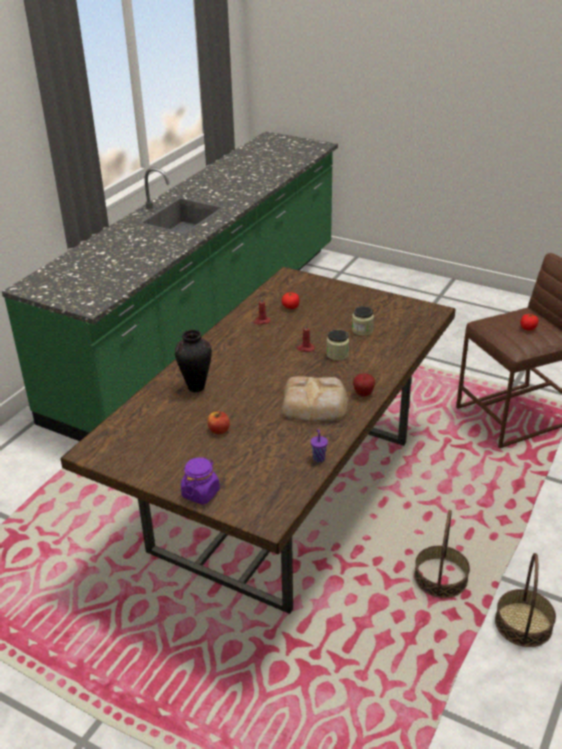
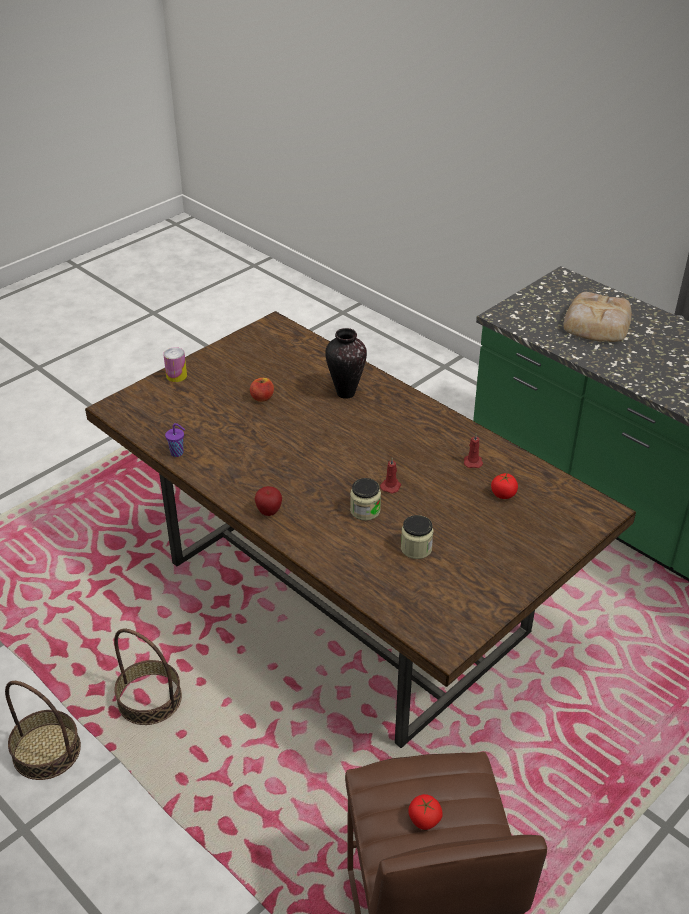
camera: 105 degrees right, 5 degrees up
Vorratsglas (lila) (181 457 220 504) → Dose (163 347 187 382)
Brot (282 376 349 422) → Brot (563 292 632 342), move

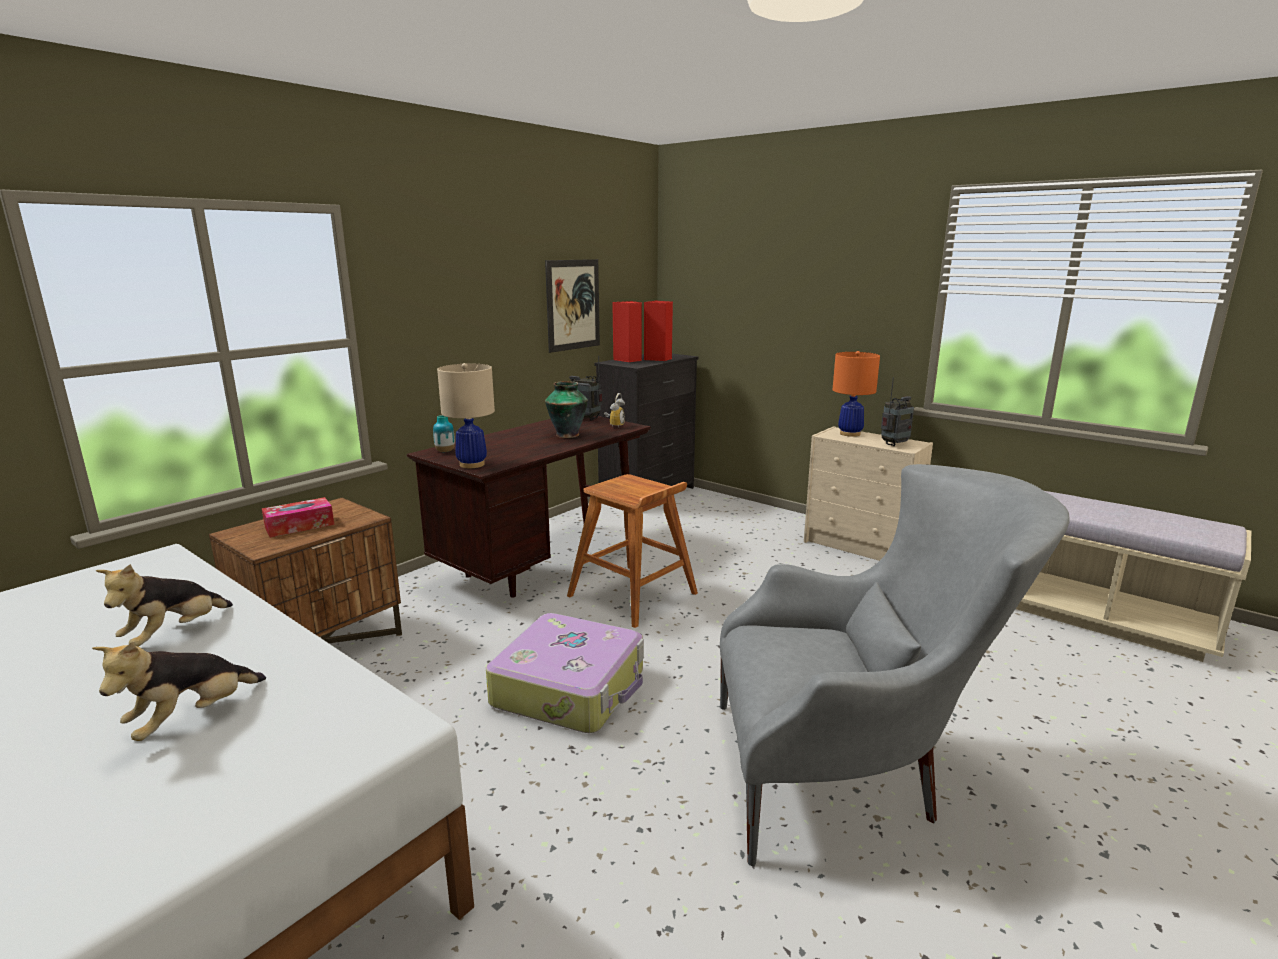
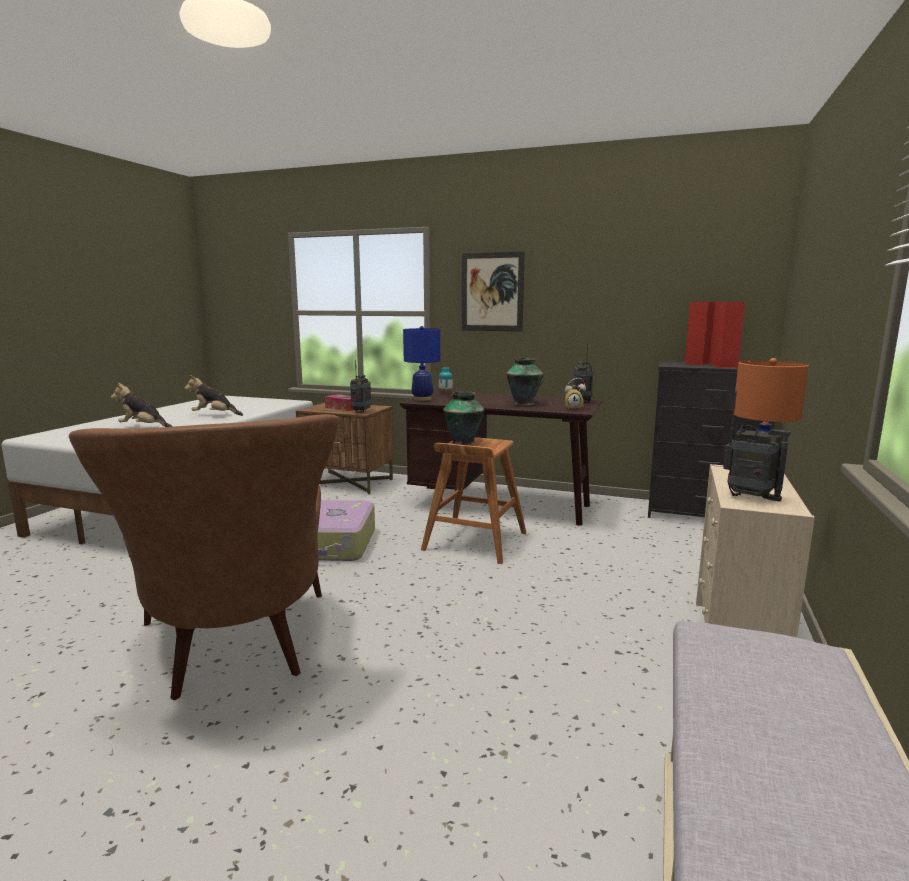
camera: 70 degrees right, 5 degrees down
Sessel (grau) (720 464 1070 866) → Sessel (braun) (69 414 339 700)
- → Radio (350 360 371 413)
Tischlampe (beige) (437 363 495 468) → Tischlampe (blau) (403 326 440 401)
- → Vase (443 391 484 445)
Bild (545 259 600 353) → Bild (462 251 525 332), move

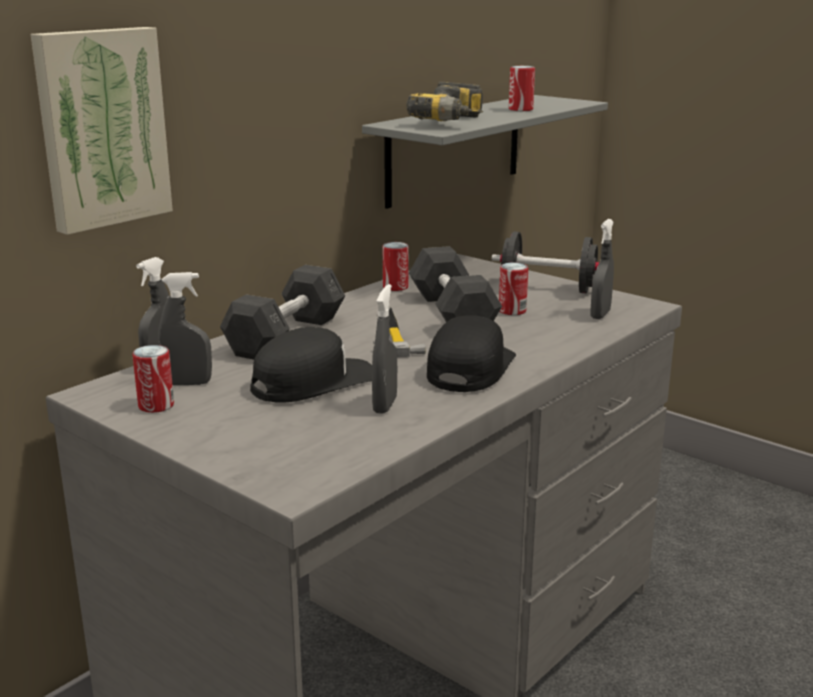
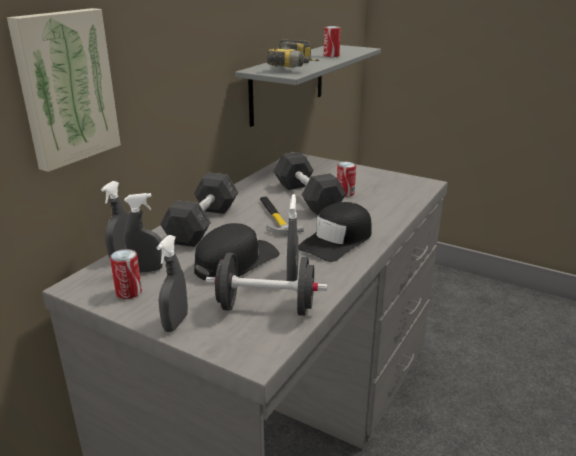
camera: 10 degrees left, 5 degrees up
Sprühflasche (grau) (591 219 614 319) → Sprühflasche (grau) (157 235 188 332), move
Hantel (schwarz) (492 231 600 293) → Hantel (schwarz) (206 253 327 316), move
Kappe (schwarz) (427 315 516 392) → Kappe (schwarz) (298 202 372 262), 150 degrees counterclockwise
Dose (383 242 409 291) → -

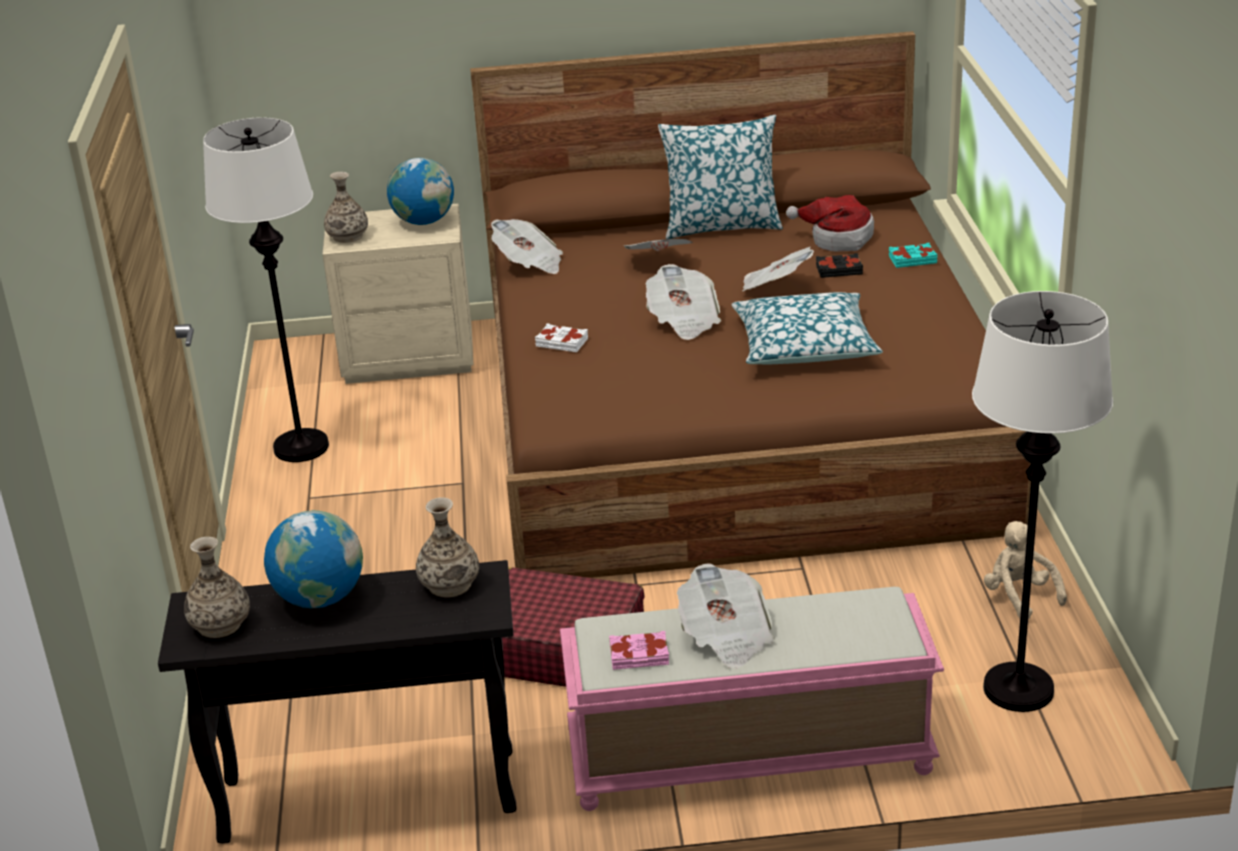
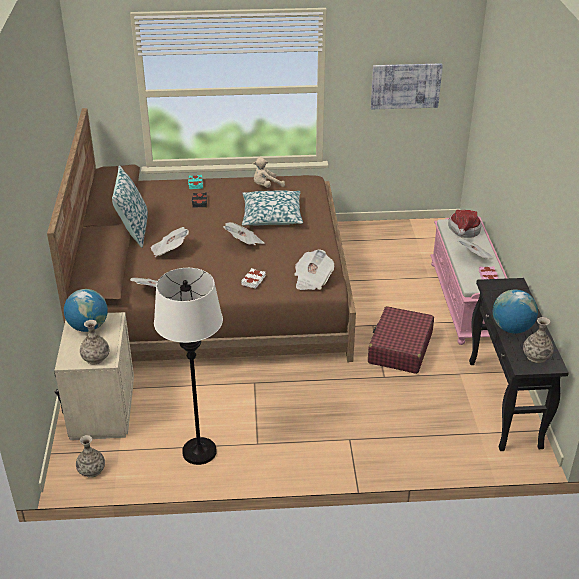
camera: 90 degrees left, 5 degrees up
Vase (416 497 479 598) → Vase (76 435 105 478), move
Plüschtier (beige) (984 521 1067 619) → Plüschtier (beige) (253 157 285 188), move
Zeitung (742 247 814 291) → Zeitung (294 249 334 290), move
- → Bild (371 63 443 109)
Hut (786 195 874 251) → Hut (448 209 481 238), move
Stehlampe (weiß) (972 291 1113 712) → -

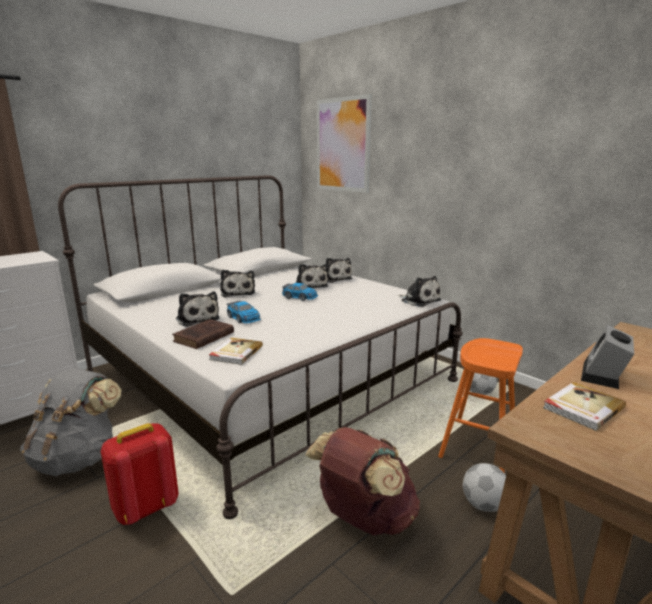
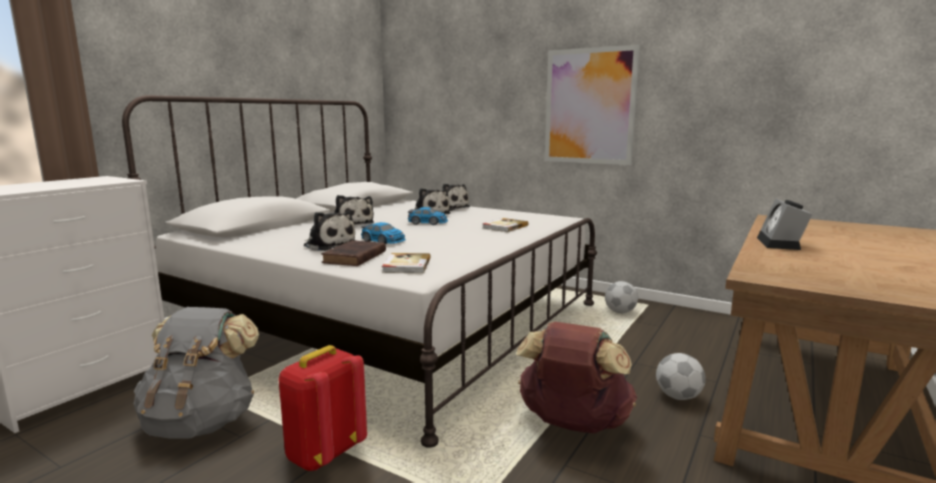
camera: 15 degrees left, 5 degrees down
Buch (543 382 626 431) → Buch (483 218 528 232), move
Bild (317 94 372 193) → Bild (545 45 640 165), move
Plüschtier (397 276 441 307) → -
Hocker (orange) (438 338 523 473) → -

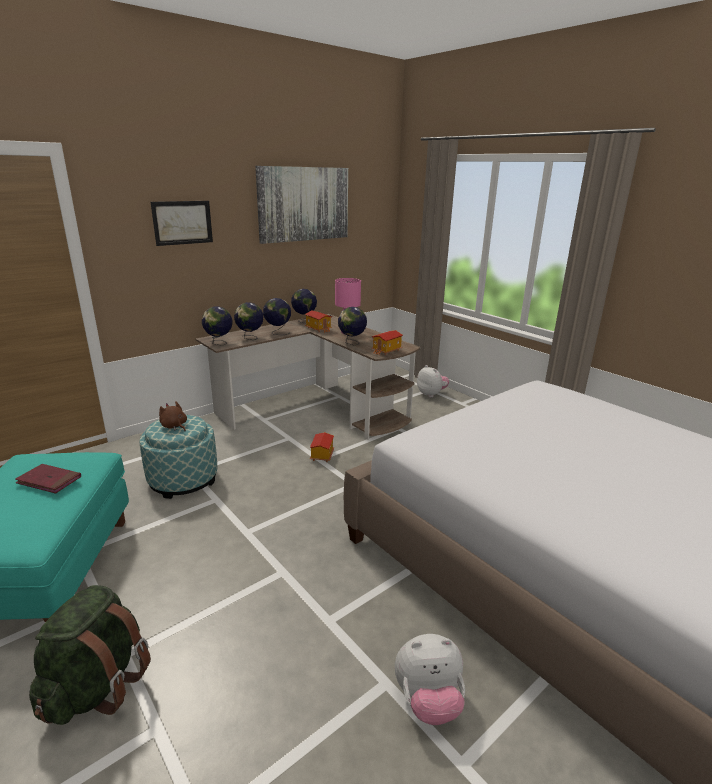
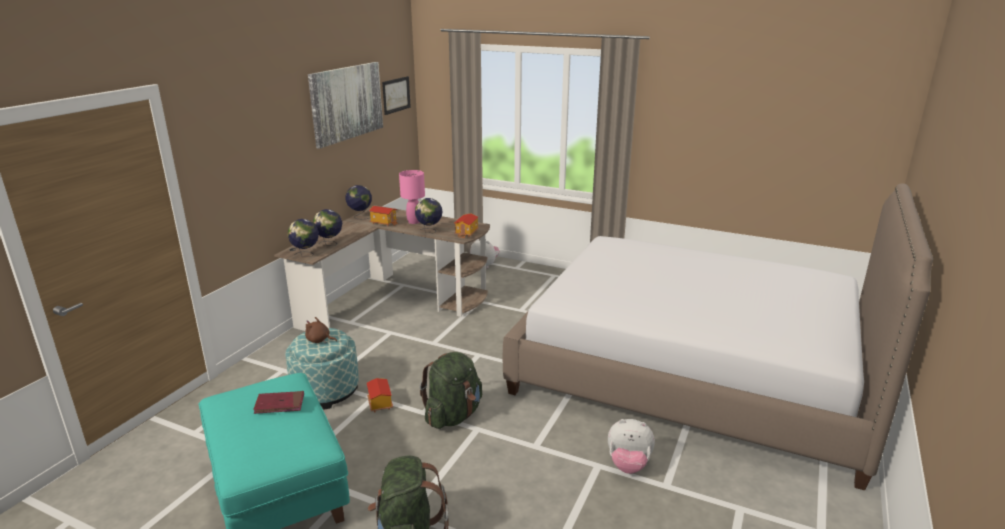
camera: 25 degrees left, 0 degrees up
Spielzeughaus (310 432 334 462) → Spielzeughaus (367 378 393 412), move
Bild (151 201 213 246) → Bild (382 76 411 115), move
- → Rucksack (grün) (420 352 482 429)
Plüschtier (395 634 465 725) → Plüschtier (608 419 655 474), 45 degrees clockwise
Globus (263 298 291 335) → -

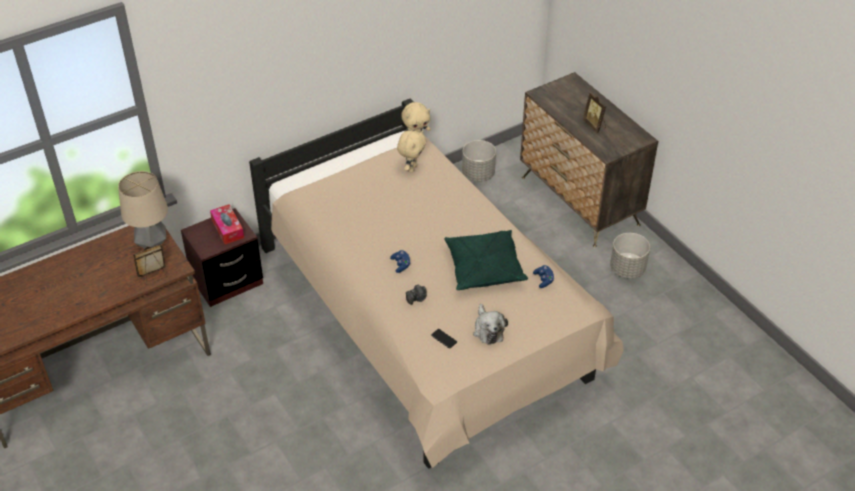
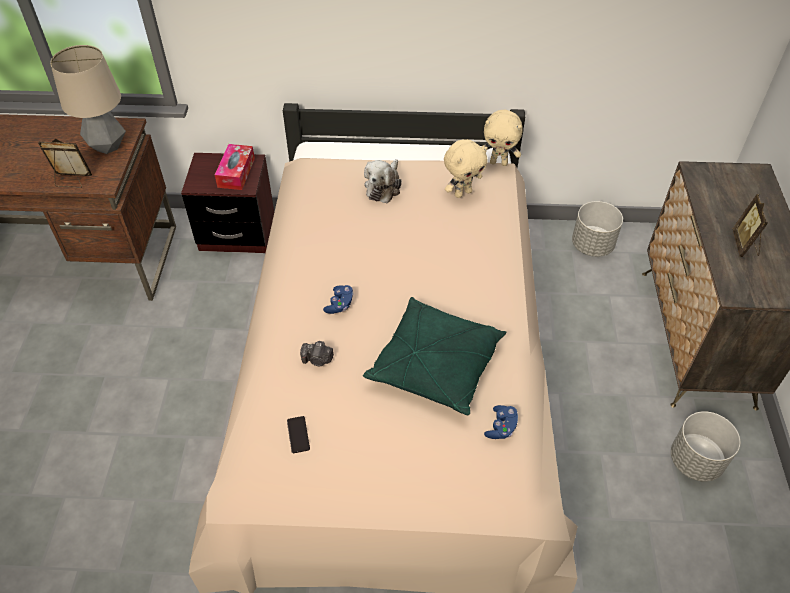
camera: 35 degrees right, 5 degrees up
Plüschtier (473 304 508 345) → Plüschtier (364 159 402 203), move

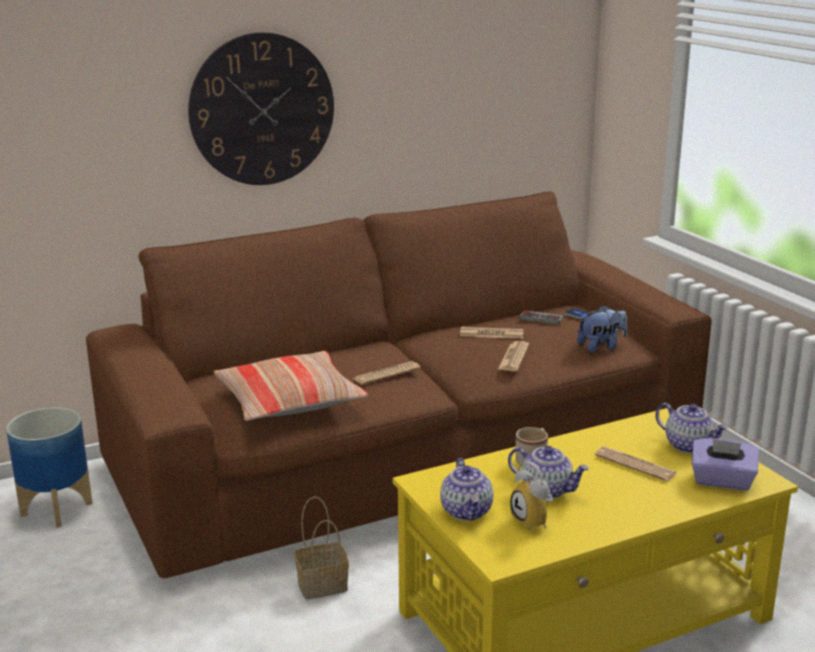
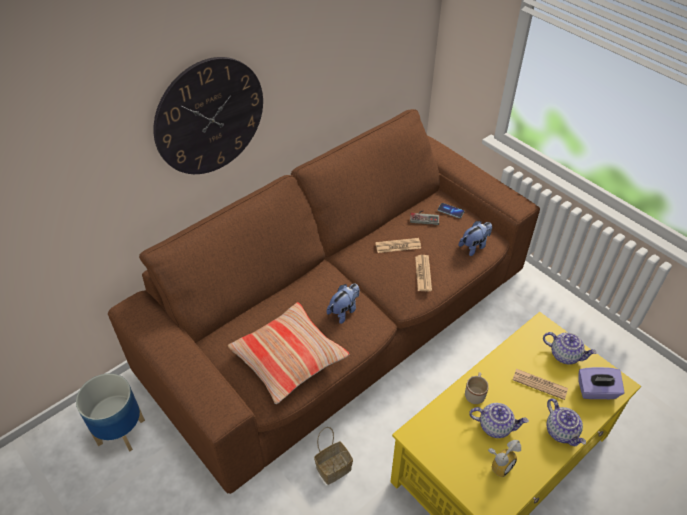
camera: 15 degrees left, 25 degrees up
Zeitung (353 361 421 385) → Plüschtier (327 283 359 324)
Wecker (510 462 553 531) → Wecker (488 440 521 477), 90 degrees counterclockwise
Teekanne (440 458 493 521) → Teekanne (546 398 586 446), move

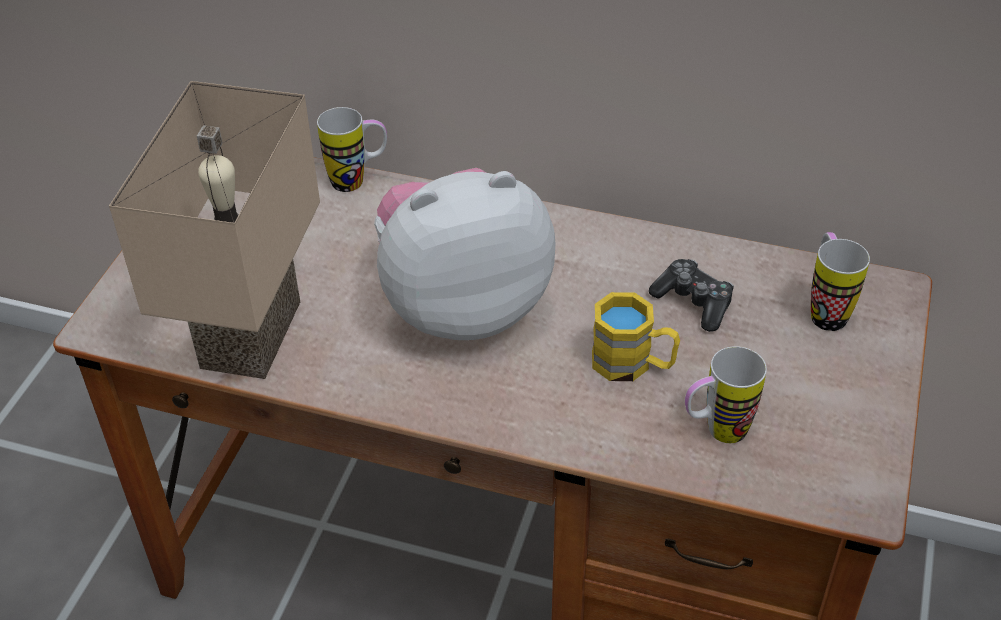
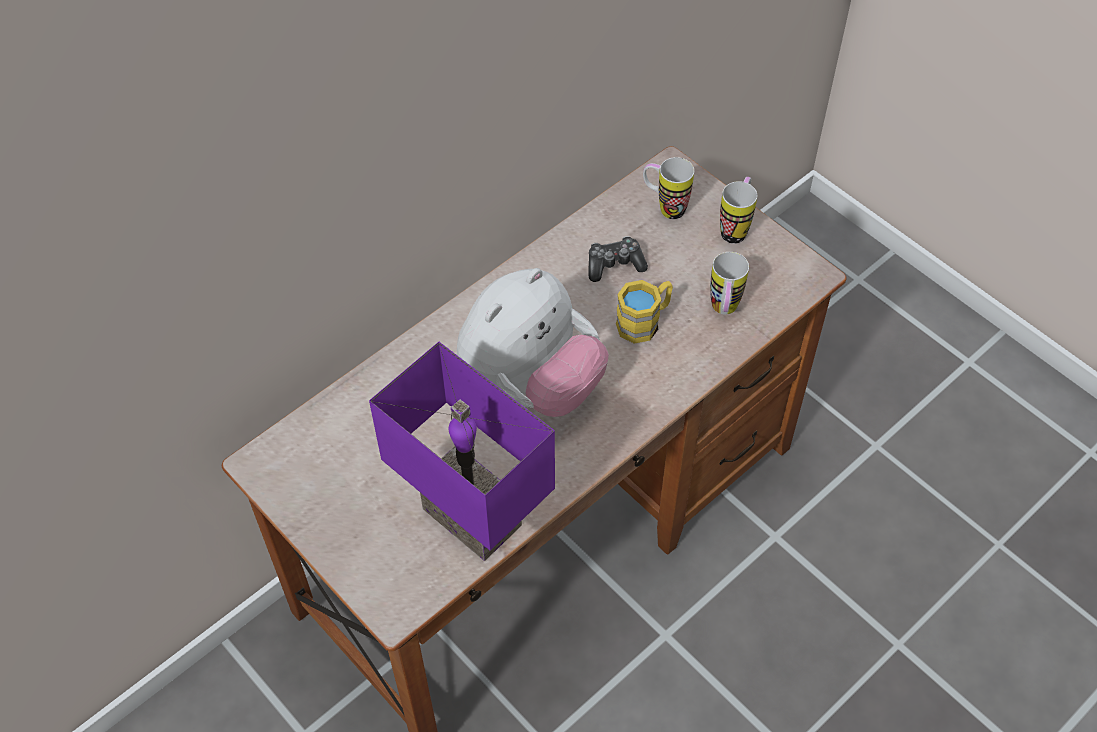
camera: 60 degrees left, 10 degrees up
Tischlampe (beige) (109 81 320 379) → Tischlampe (lila) (369 342 555 561)
Plüschtier (374 168 556 340) → Plüschtier (457 268 609 417), 150 degrees counterclockwise
Henkelbecher (317 107 387 192) → Henkelbecher (720 177 757 244), move

